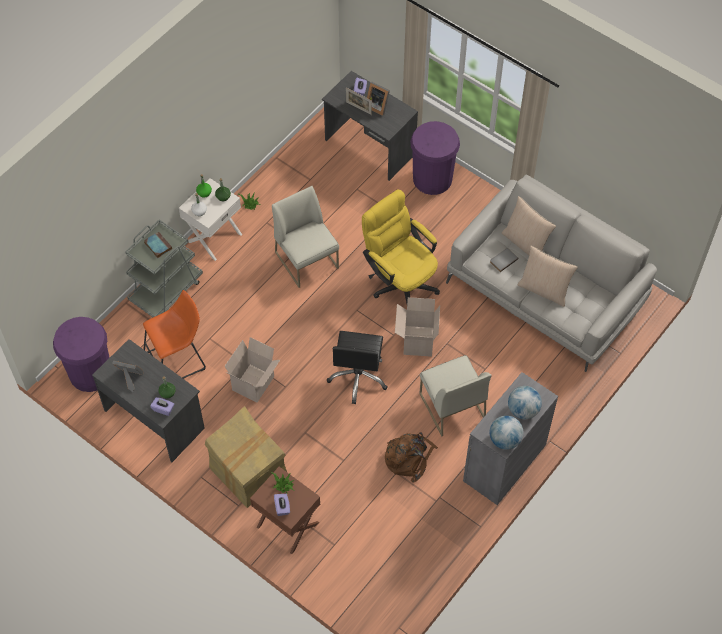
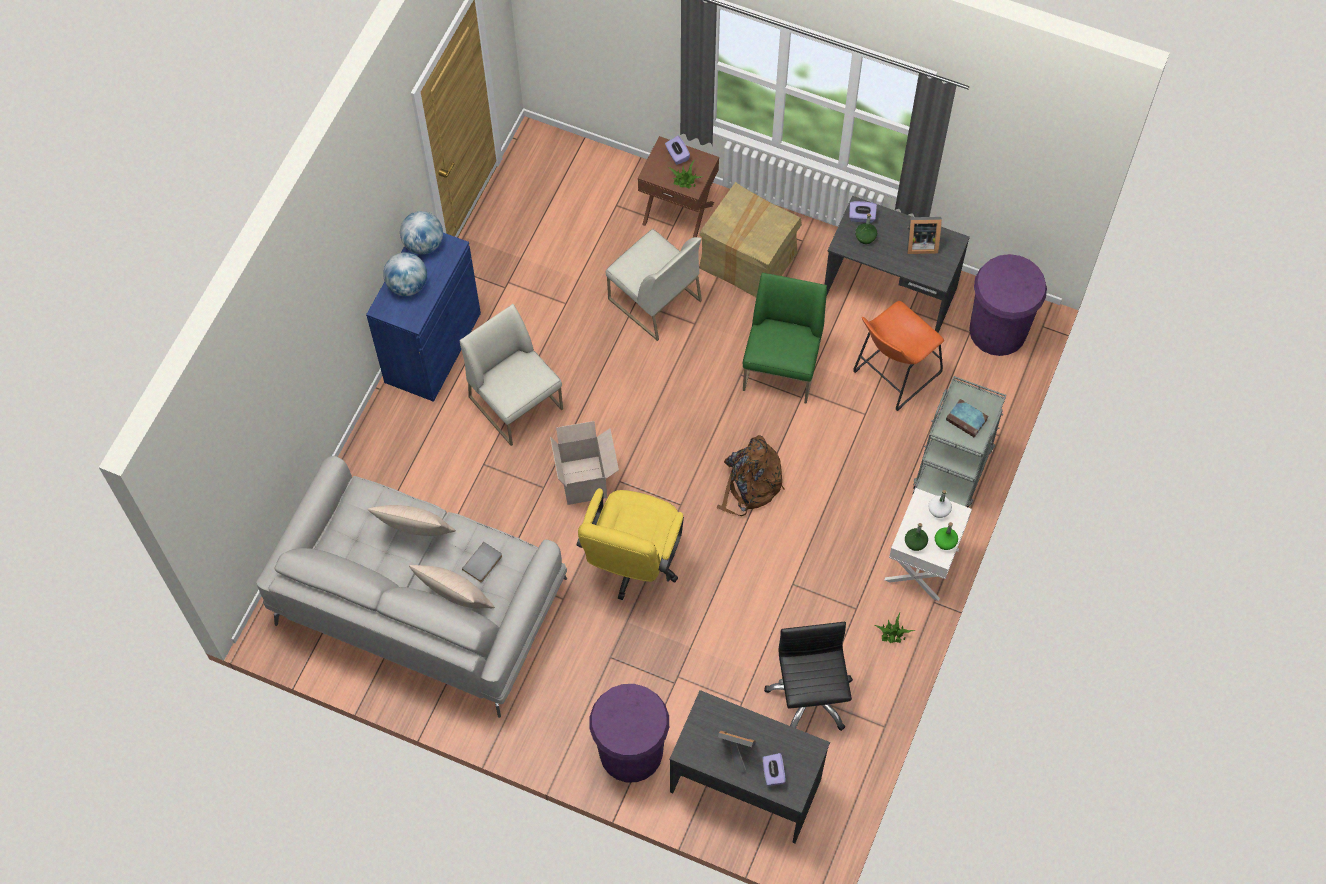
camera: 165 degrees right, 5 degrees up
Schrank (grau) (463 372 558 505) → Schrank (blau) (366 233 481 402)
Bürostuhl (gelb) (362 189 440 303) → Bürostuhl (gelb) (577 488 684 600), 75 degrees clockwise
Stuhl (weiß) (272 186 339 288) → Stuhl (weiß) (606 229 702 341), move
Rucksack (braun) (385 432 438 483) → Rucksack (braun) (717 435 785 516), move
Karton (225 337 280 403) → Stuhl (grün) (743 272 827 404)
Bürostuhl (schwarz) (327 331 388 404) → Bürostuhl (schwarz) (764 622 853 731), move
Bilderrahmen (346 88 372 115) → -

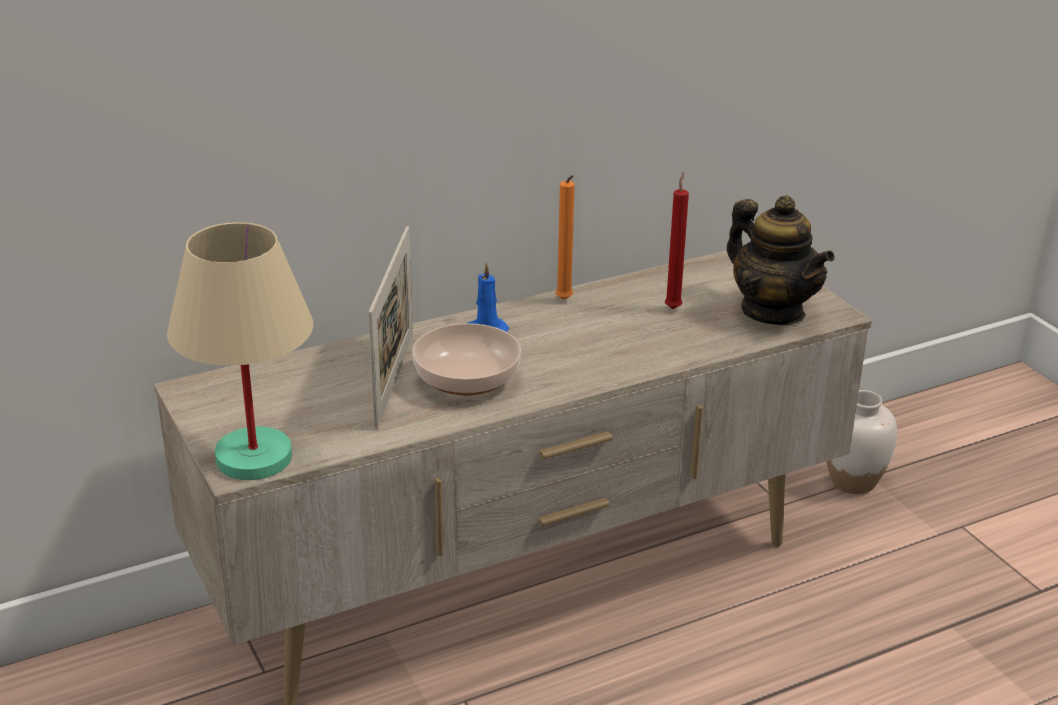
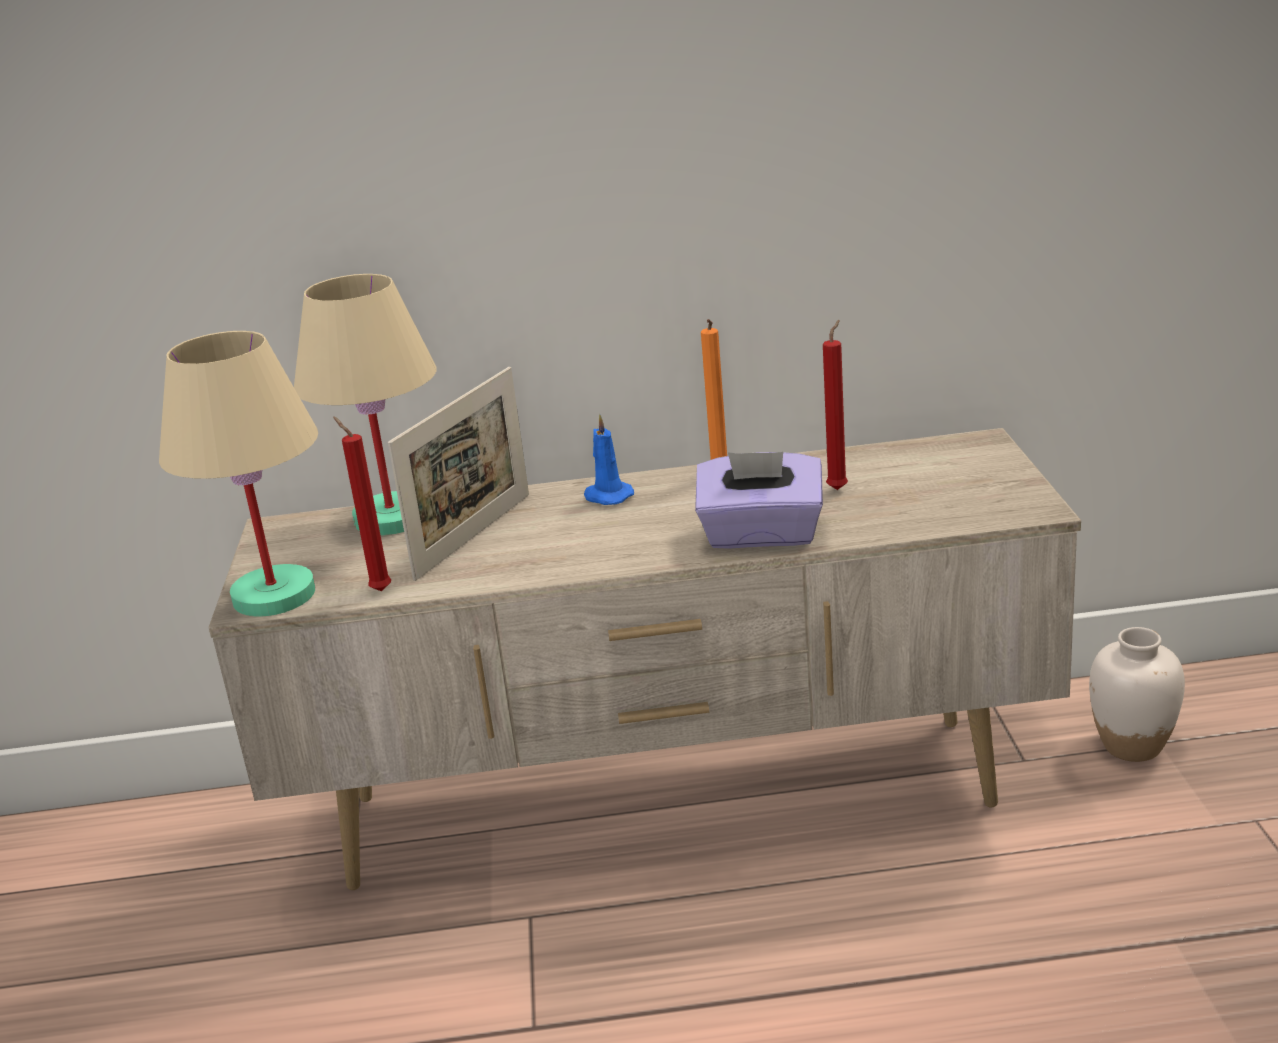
camera: 25 degrees right, 5 degrees down
- → Tischlampe (beige) (294 274 436 535)
- → Kerze (rot) (333 417 391 591)
- → Taschentuchbox (lila) (695 452 823 549)
Schüssel (412 323 521 396) → -
Teekanne (727 196 835 325) → -

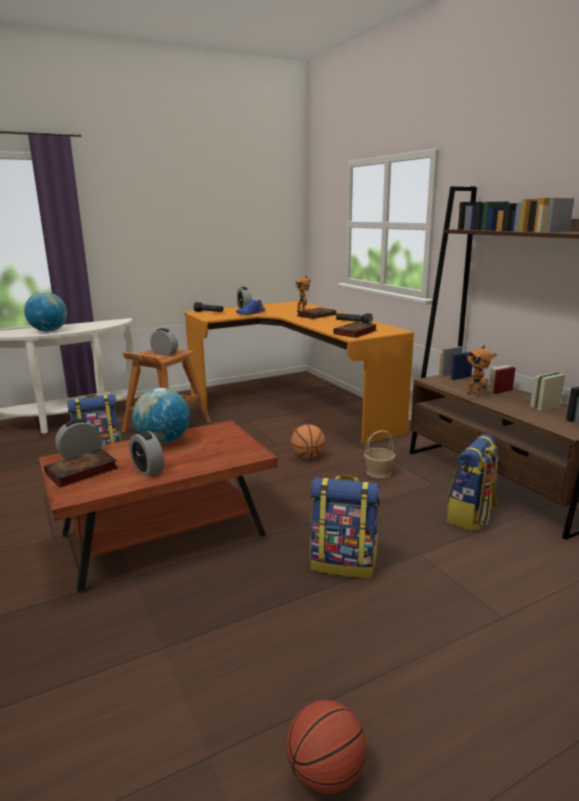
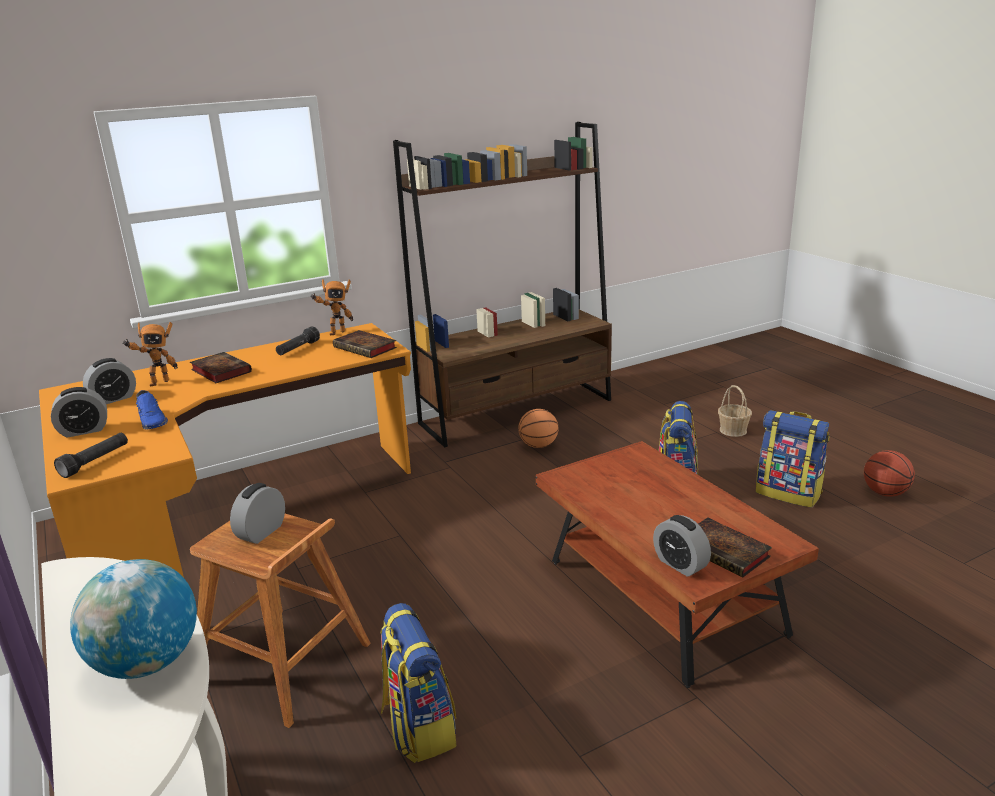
camera: 90 degrees left, 5 degrees up
Wecker (129 430 164 477) → Wecker (83 358 136 404), move
Spielzeugroboter (465 345 497 397) → Spielzeugroboter (310 279 353 336), move
Basketball (291 424 325 458) → Basketball (518 409 559 448), move
Korb (364 430 395 478) → Korb (718 385 752 437), move
Rucksack (446 434 498 531) → Rucksack (756 410 830 508), move
Globus (132 388 190 444) → -

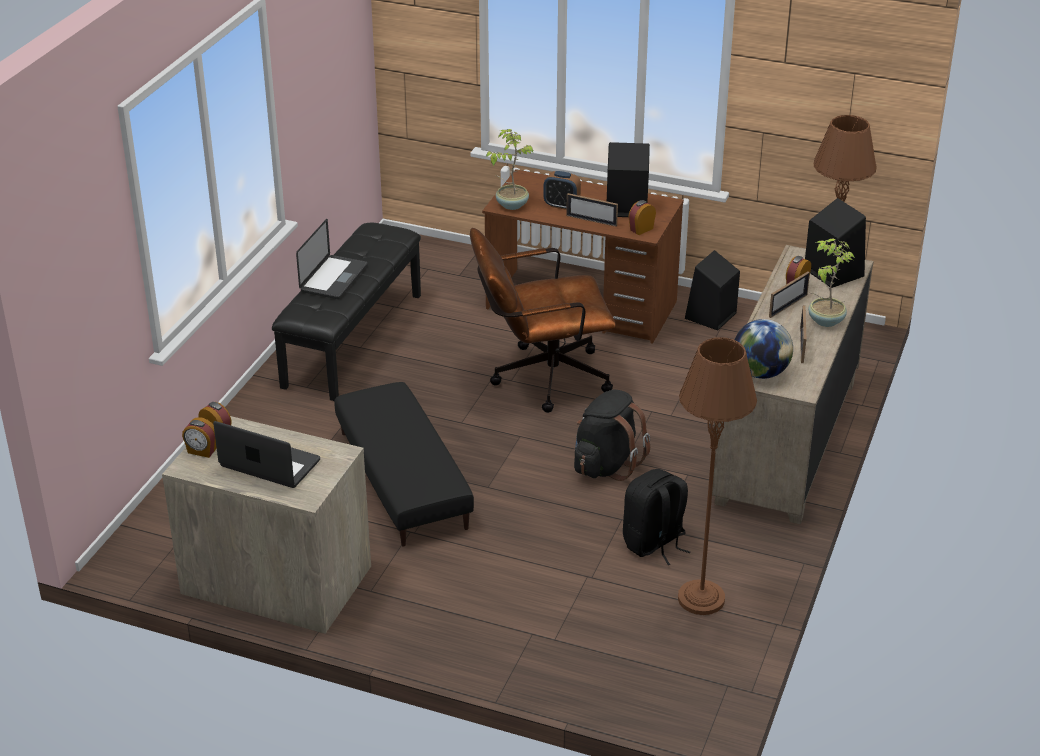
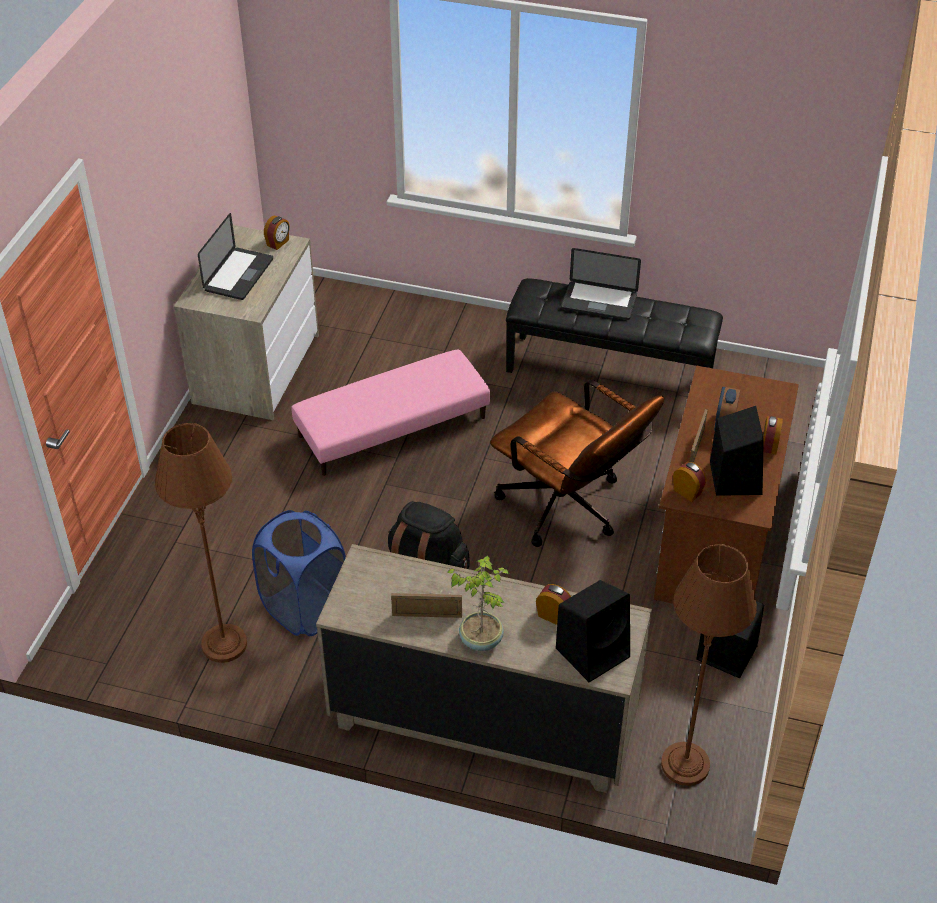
camera: 85 degrees right, 10 degrees up
Rucksack (schwarz) (623 469 690 565) → Wäschekorb (blau) (252 510 346 636)
Polsterhocker (schwarz) (334 382 474 547) → Polsterhocker (rosa) (291 349 490 476)
Bürostuhl (braun) (470 228 616 413) → Bürostuhl (braun) (490 380 664 547), 150 degrees clockwise
Wecker (182 417 216 458) → Wecker (763 416 783 454), move
Topfpflanze (486 129 534 210) → -
Globus (735 319 793 379) → -
Bilderrahmen (769 272 810 318) → -

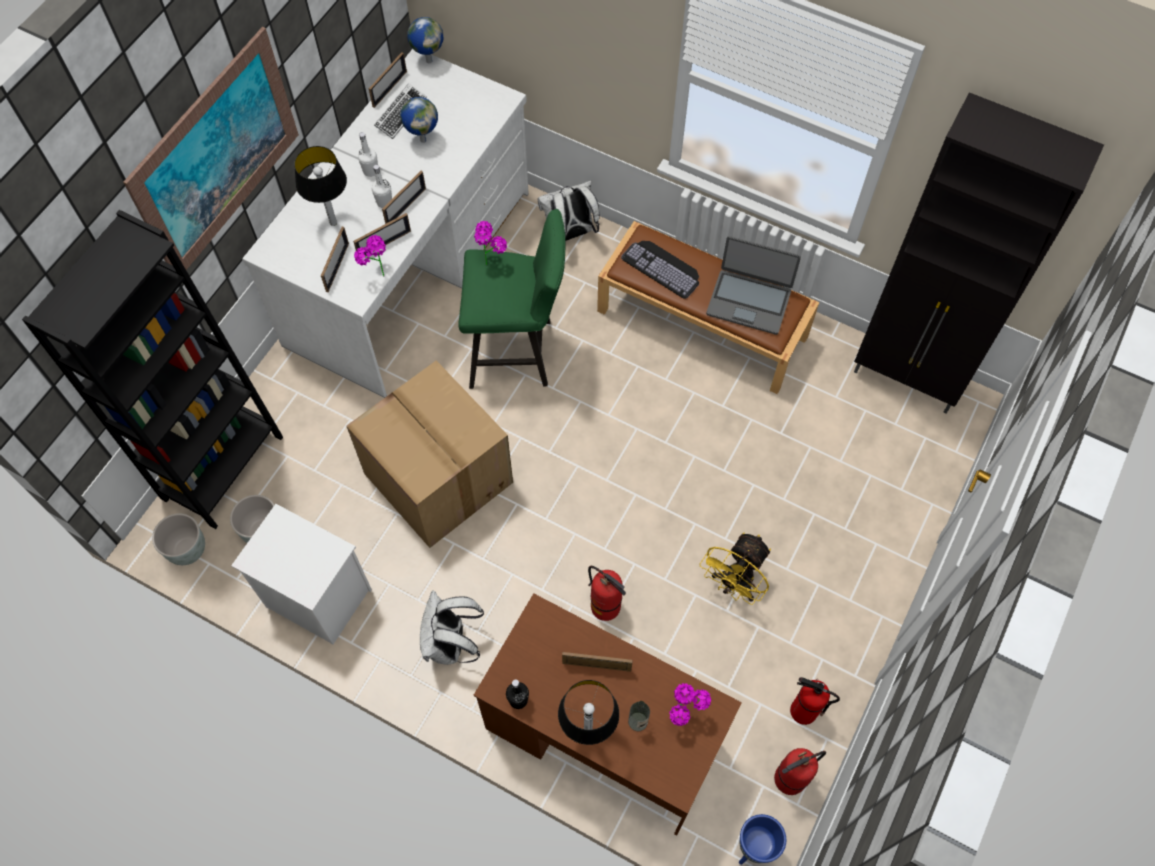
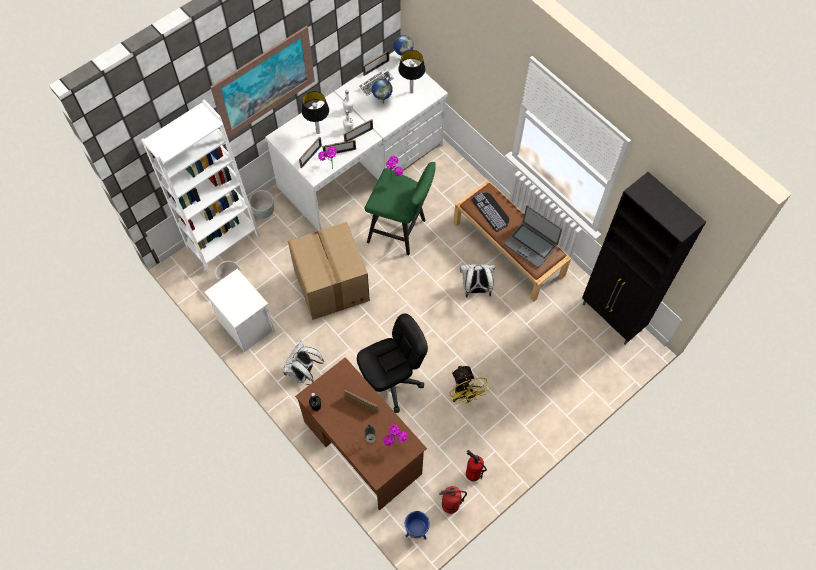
camera: 20 degrees right, 0 degrees up
Bücherregal (schwarz) (22 210 283 529) → Bücherregal (weiß) (141 99 260 273)
Pflanzkübel (grau) (152 513 205 565) → Pflanzkübel (grau) (249 190 274 218), move
Feuerlöscher (588 566 626 621) → Bürostuhl (schwarz) (357 313 428 413)
Tischlampe (558 680 619 745) → Tischlampe (398 50 425 93), move
Ventilator (gelb) (700 532 771 605) → Ventilator (gelb) (449 365 490 405), 75 degrees counterclockwise
Rucksack (weiß) (537 181 600 241) → Rucksack (weiß) (460 265 496 297), move

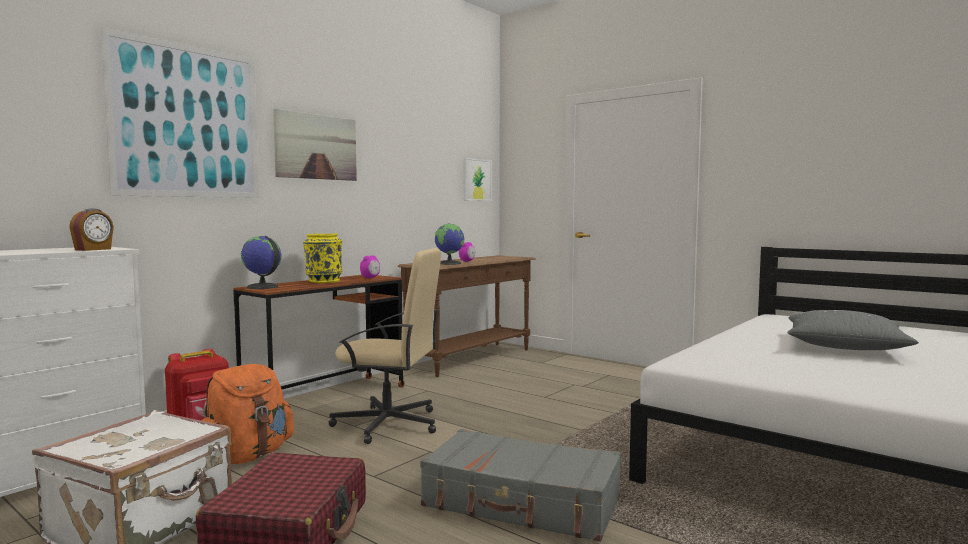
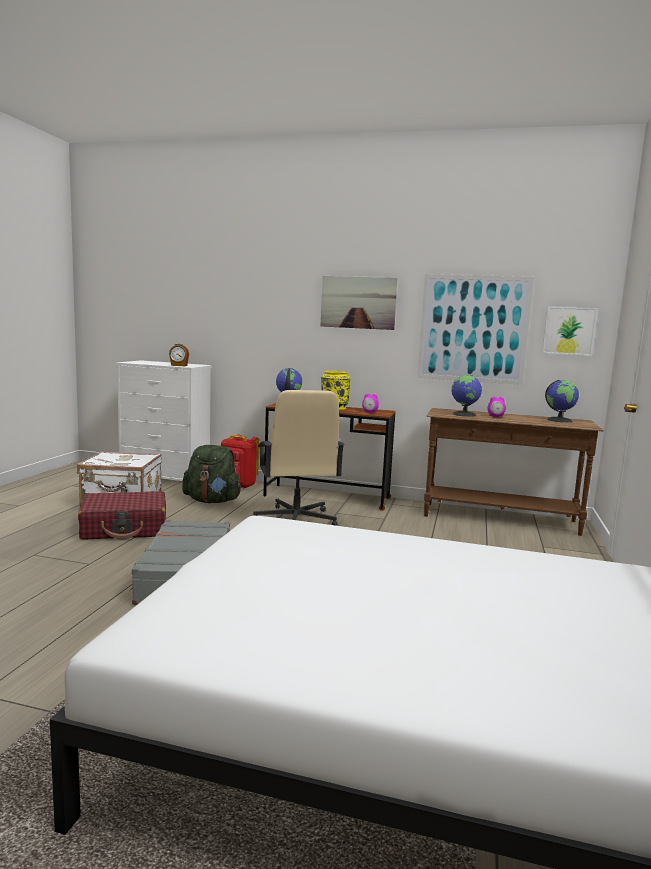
camera: 65 degrees right, 5 degrees up
Rucksack (orange) (201 364 294 464) → Rucksack (grün) (182 445 241 503)
Bild (100 27 259 198) → Bild (417 274 534 385), move
- → Globus (545 380 579 423)
Kissen (grau) (787 310 919 350) → -

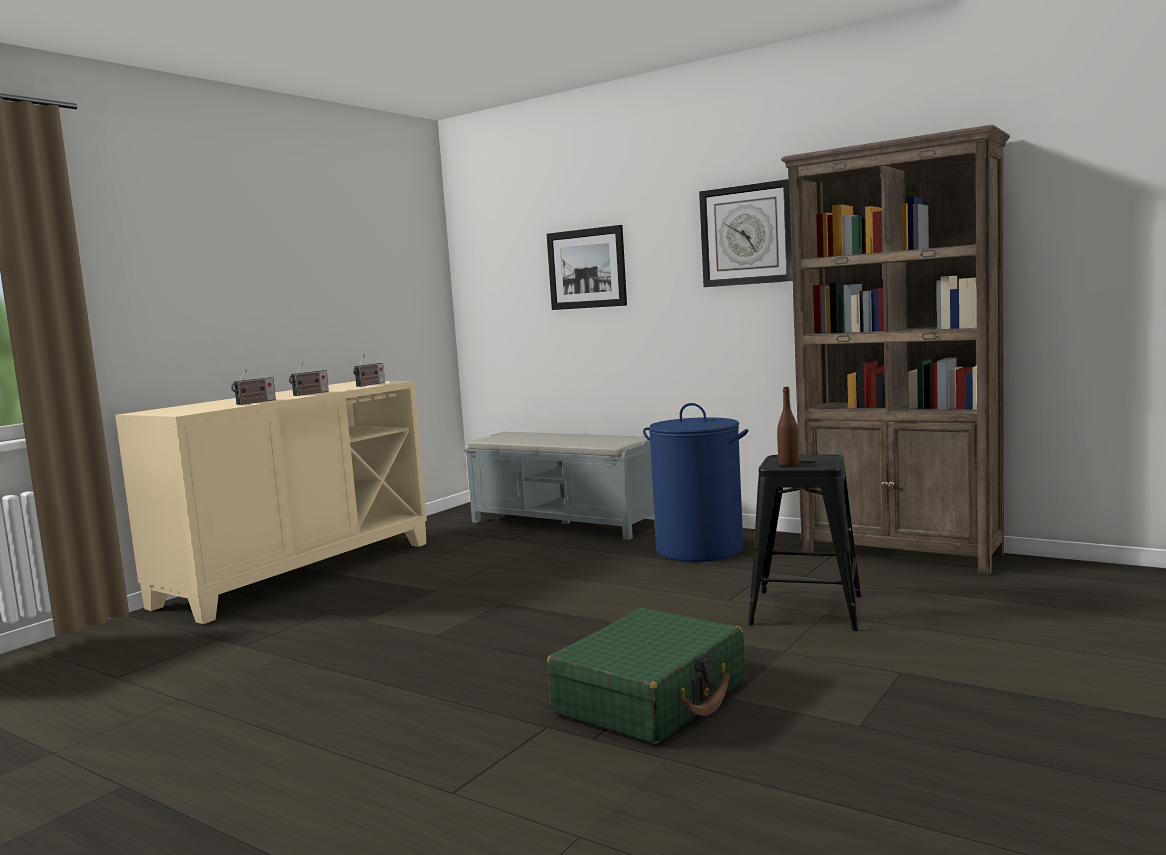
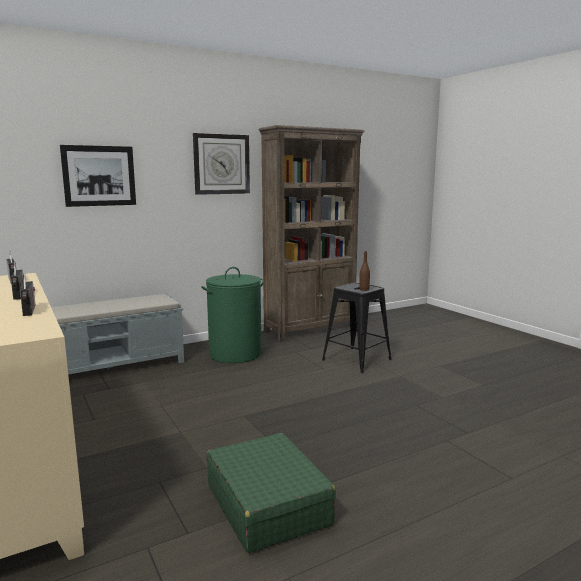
camera: 65 degrees left, 5 degrees up
Wäschekorb (blau) (643 403 748 562) → Wäschekorb (grün) (201 267 264 363)
Koffer (grün) (547 608 745 744) → Koffer (grün) (207 433 336 553), move

